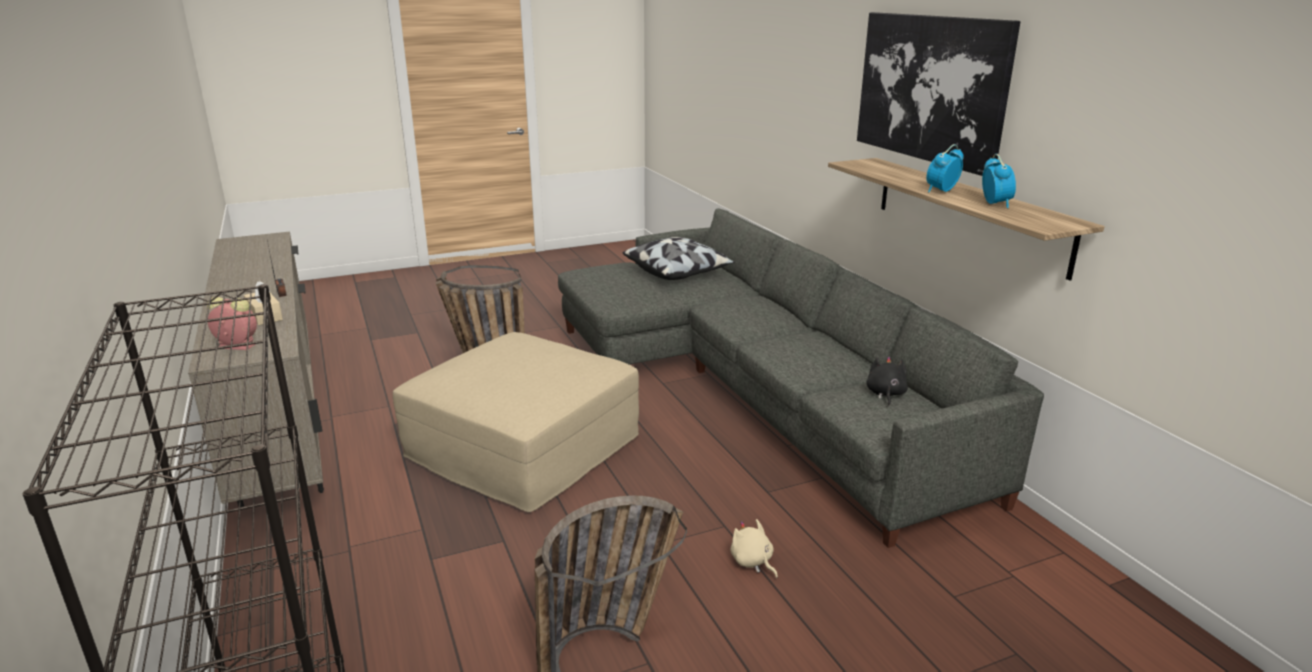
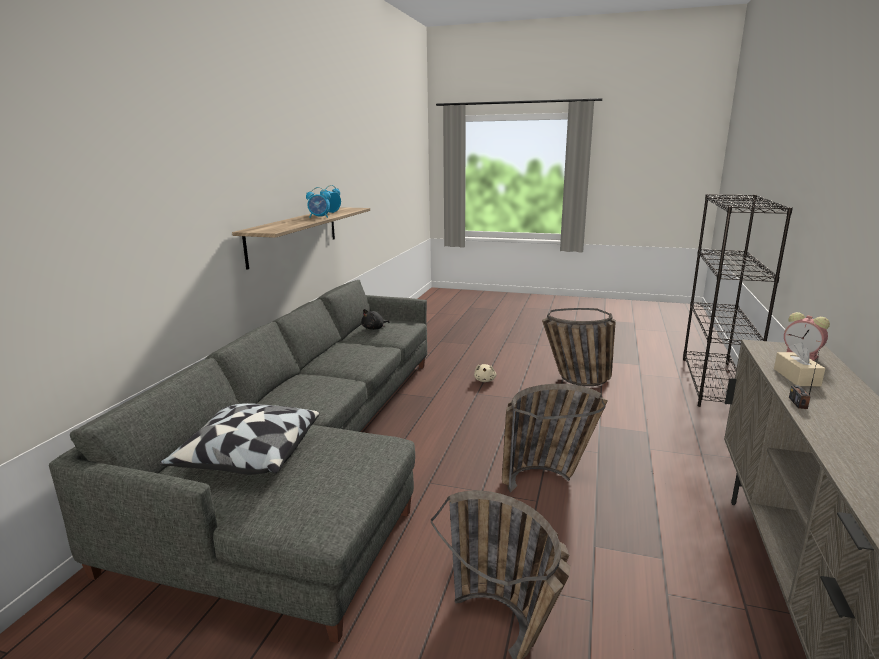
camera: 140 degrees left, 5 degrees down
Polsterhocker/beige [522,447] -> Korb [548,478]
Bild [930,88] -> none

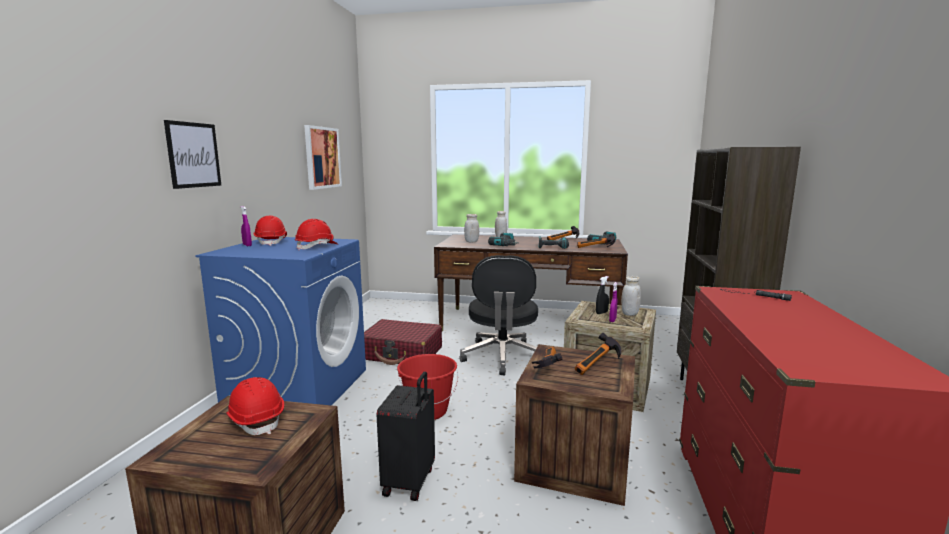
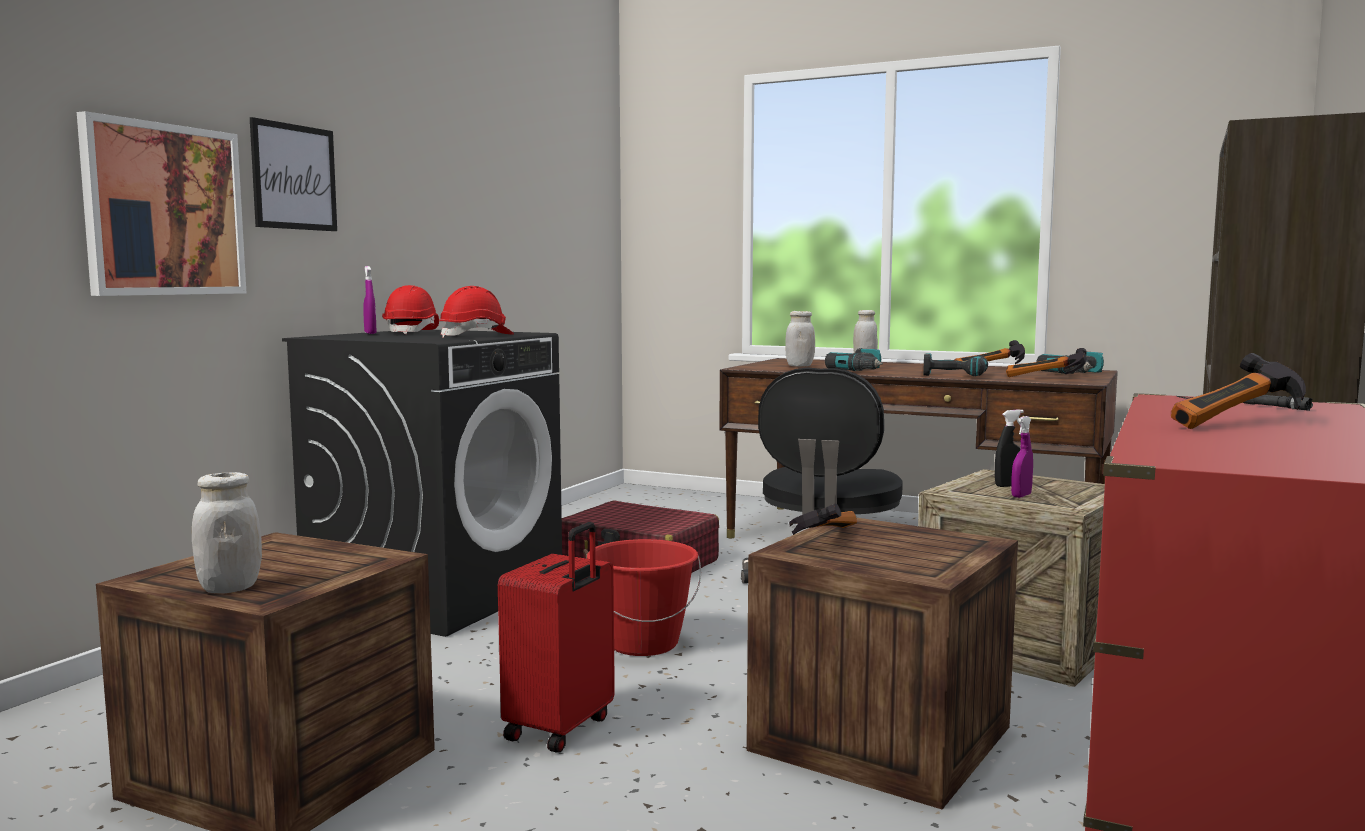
camera: 15 degrees right, 5 degrees down
Waschmaschine/blau [298,388] -> Waschmaschine/schwarz [437,593]
Schutzhelm/rot [256,420] -> none
Bild [322,157] -> Bild [164,210], relocated
Koffer/schwarz [410,482] -> Koffer/rot [561,729]
Hammer [599,366] -> Hammer [1241,424], relocated
Vorratsglas/weiß [629,313] -> Vorratsglas/weiß [230,588], relocated

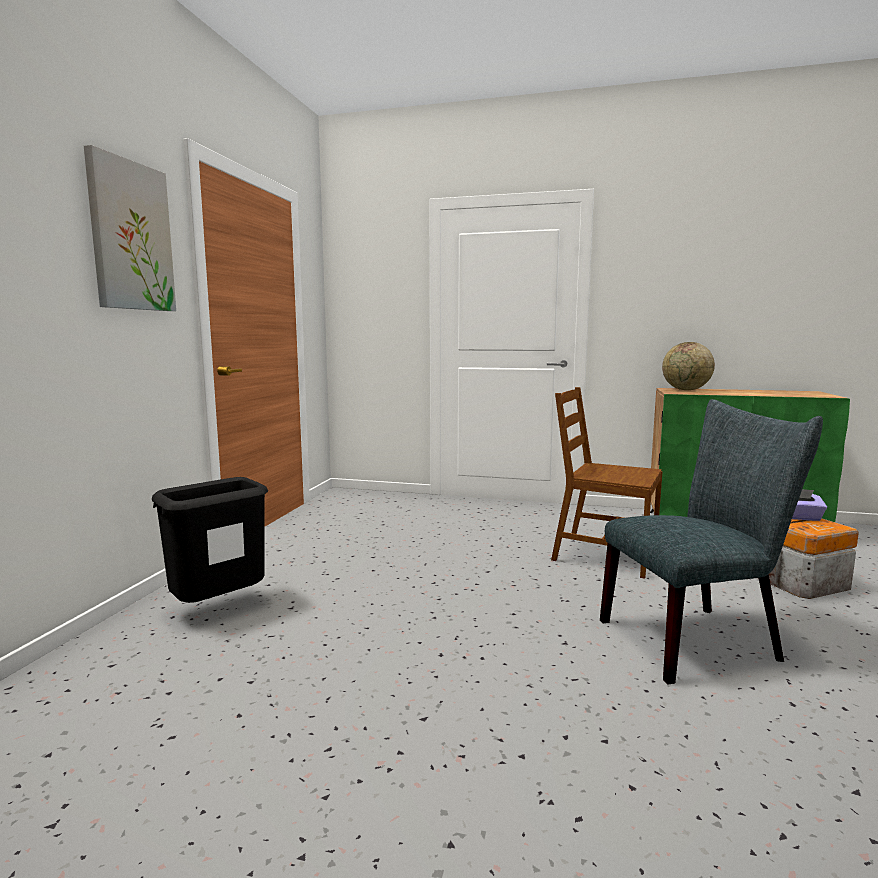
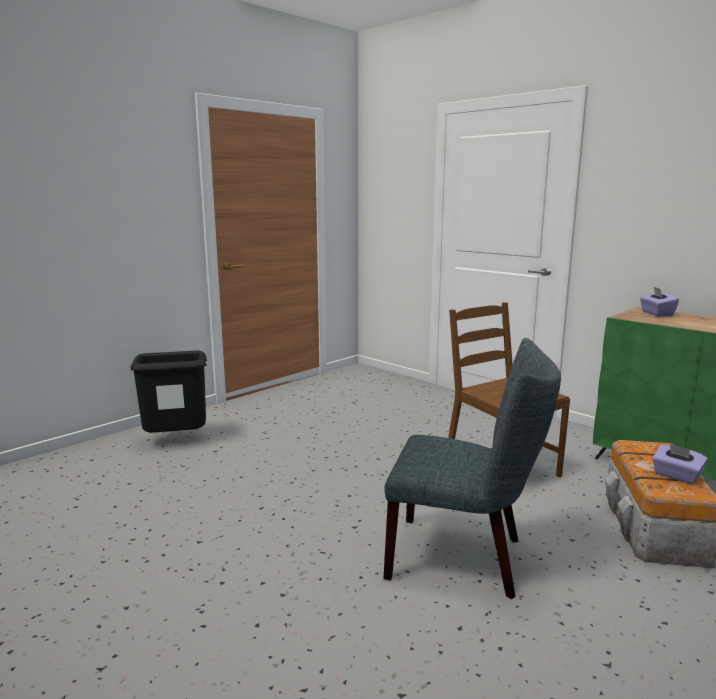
camera: 30 degrees right, 5 degrees up
Bild [130,236] -> none
Globus [686,390] -> Taschentuchbox/lila [656,313]

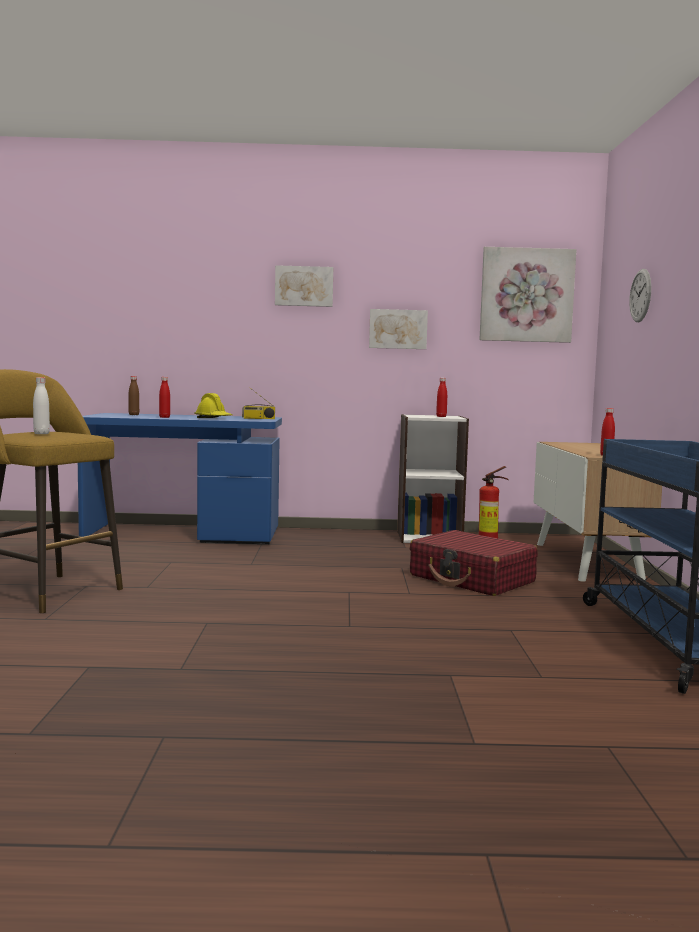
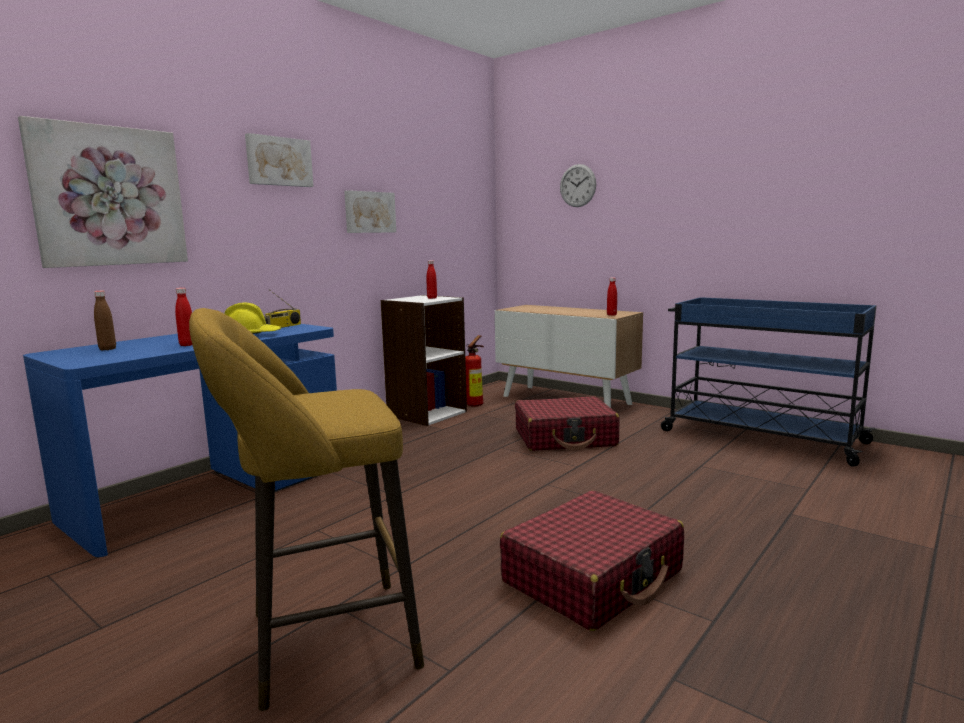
camera: 50 degrees left, 5 degrees up
Flasche/weiß [41,433] -> none
Bild [526,295] -> Bild [109,196], relocated
none -> Koffer/rot [593,577]

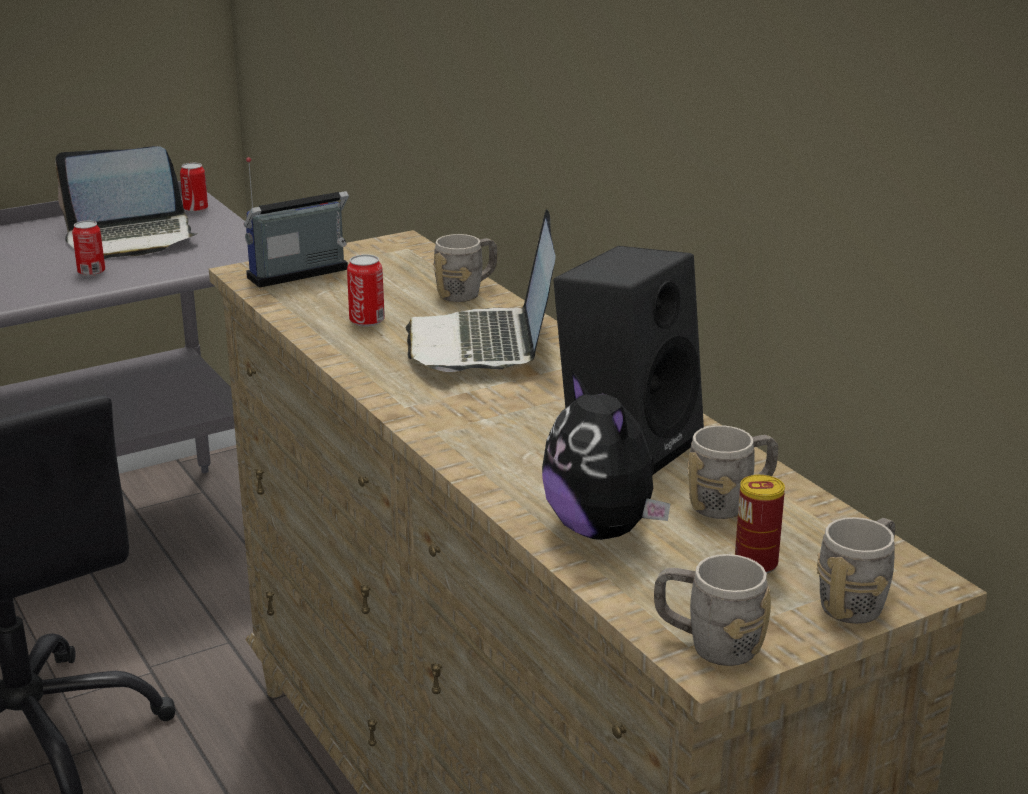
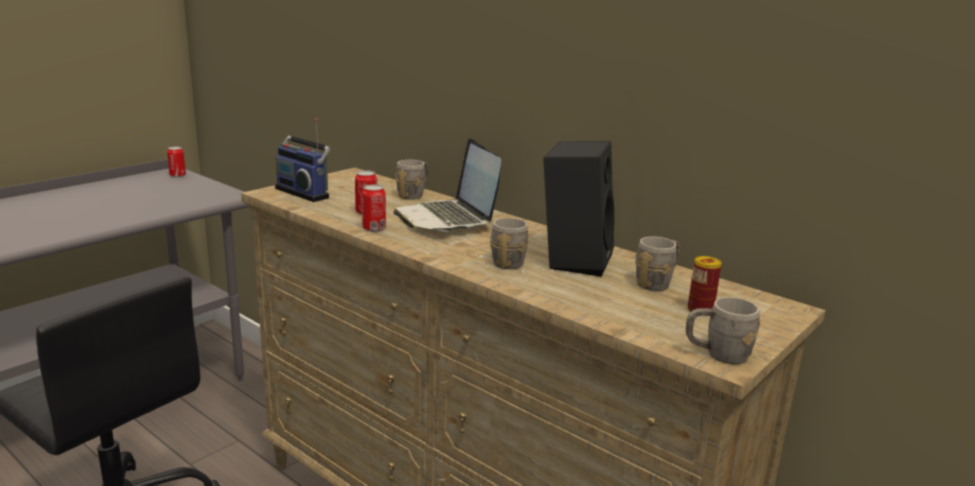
camera: 20 degrees left, 5 degrees down
Laptop [130,239] -> none
Dose [91,272] -> Dose [374,228], relocated
Radio [300,275] -> Radio [304,192], 90 degrees counterclockwise
Plüschtier [603,529] -> none
Henkelbecher/grau [858,601] -> Henkelbecher/grau [510,261], relocated

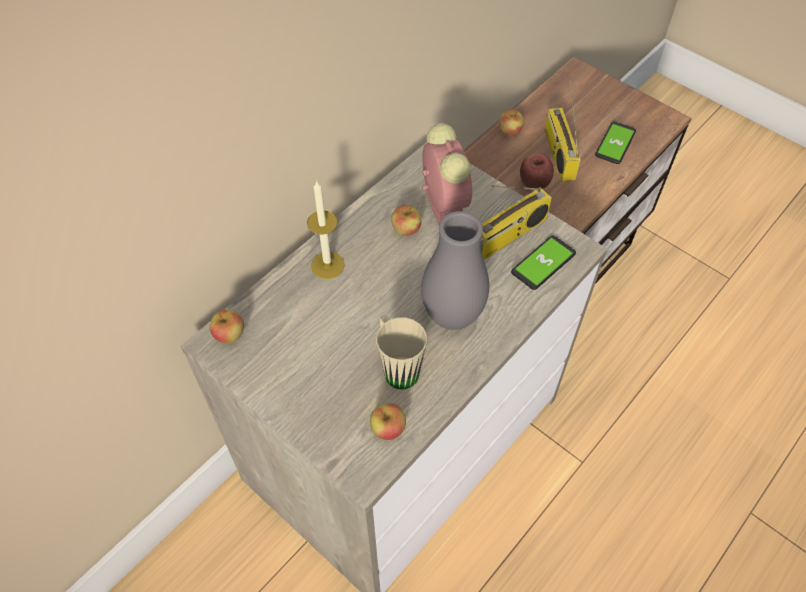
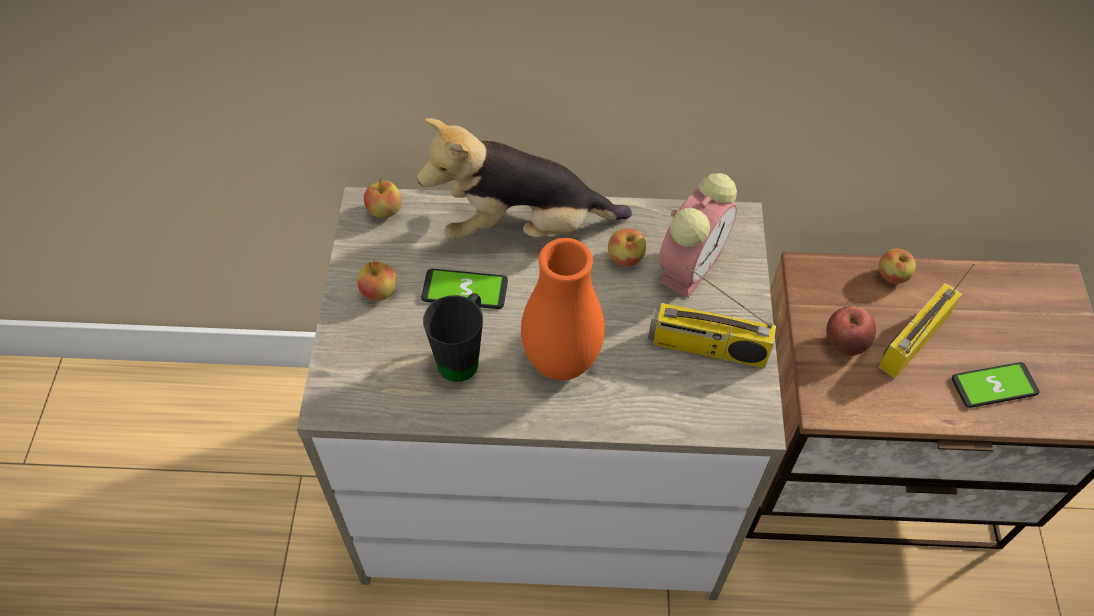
camera: 50 degrees right, 0 degrees up
Kerze [327,265] -> Plüschtier [523,227]
Apfel [388,429] -> Apfel [379,292], relocated
Henkelbecher/beige [397,366] -> Henkelbecher/schwarz [463,355]
Vase/grau [452,315] -> Vase/orange [561,362]
Handy [543,263] -> Handy [465,290], relocated

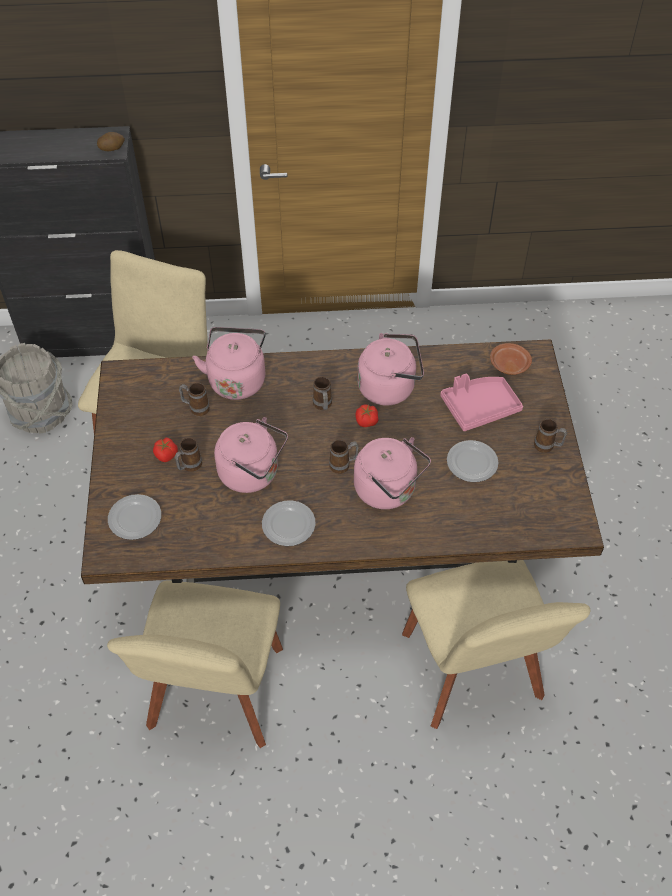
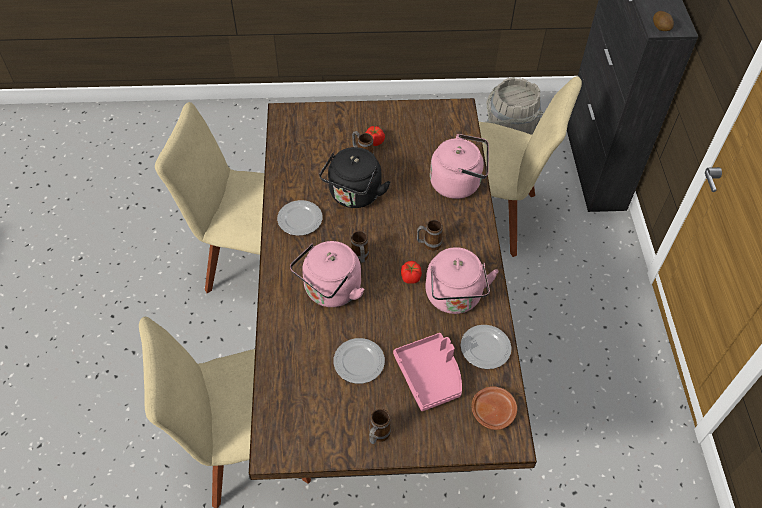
camera: 90 degrees right, 0 degrees up
Teller [135,518] -> Teller [486,348], relocated
Henkelbecher [196,408] -> none
Wasserkessel/rosa [253,473] -> Wasserkessel/schwarz [354,196]

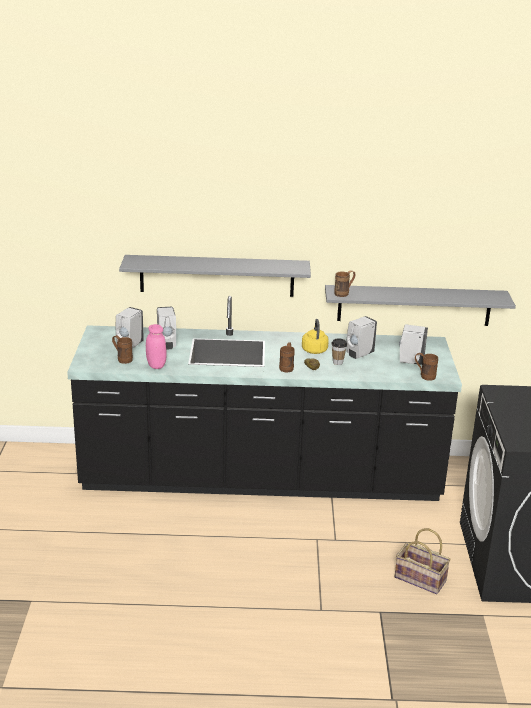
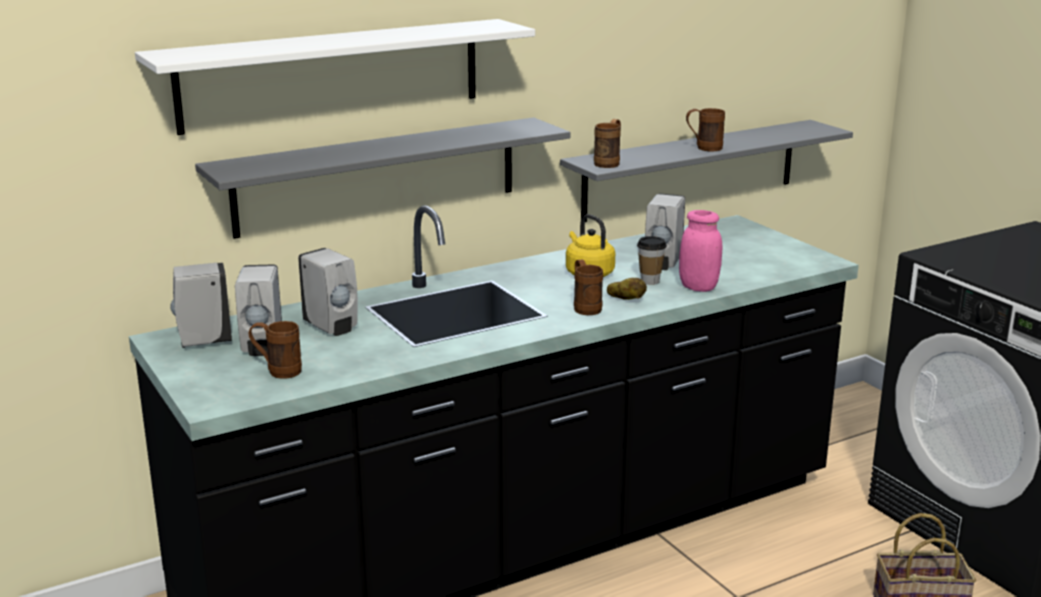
camera: 30 degrees left, 5 degrees down
Vorratsglas/rosa [156,365] -> Vorratsglas/rosa [698,287], relocated
Seifenspender/weiß [410,362] -> Seifenspender/weiß [203,342], relocated
Henkelbecher/braun [424,376] -> Henkelbecher/braun [703,148], relocated
none -> Wandregal/weiß [332,74]

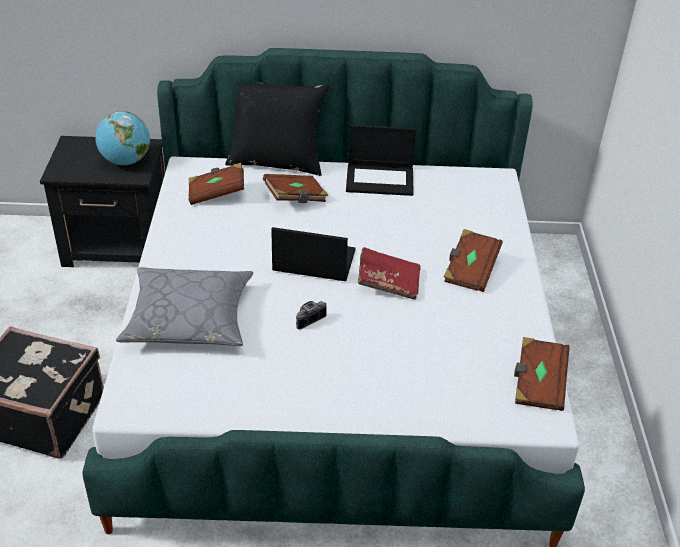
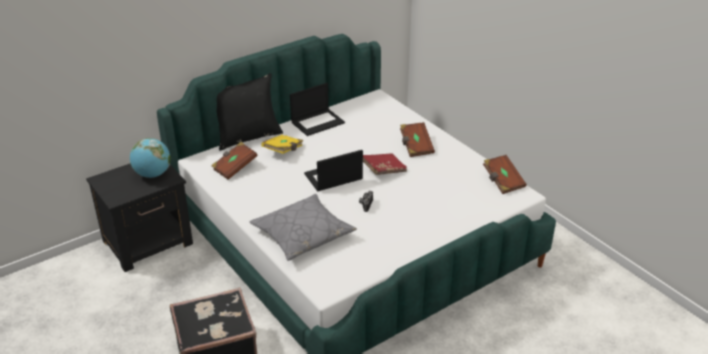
camera: 35 degrees left, 5 degrees down
Buch/braun [295,198] -> Buch/gelb [283,151]

